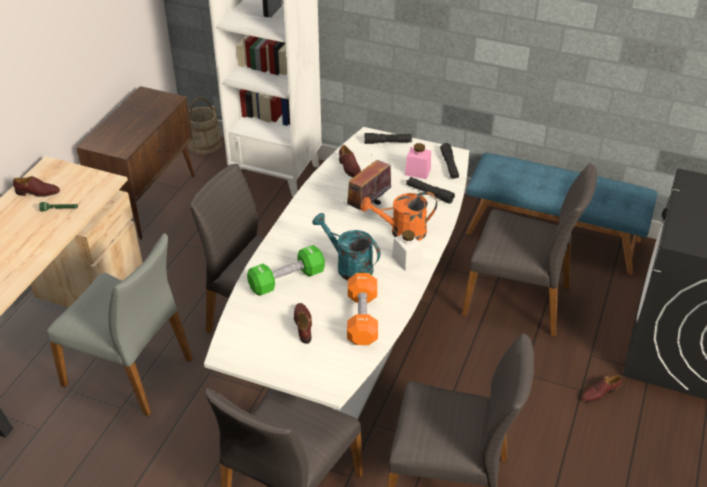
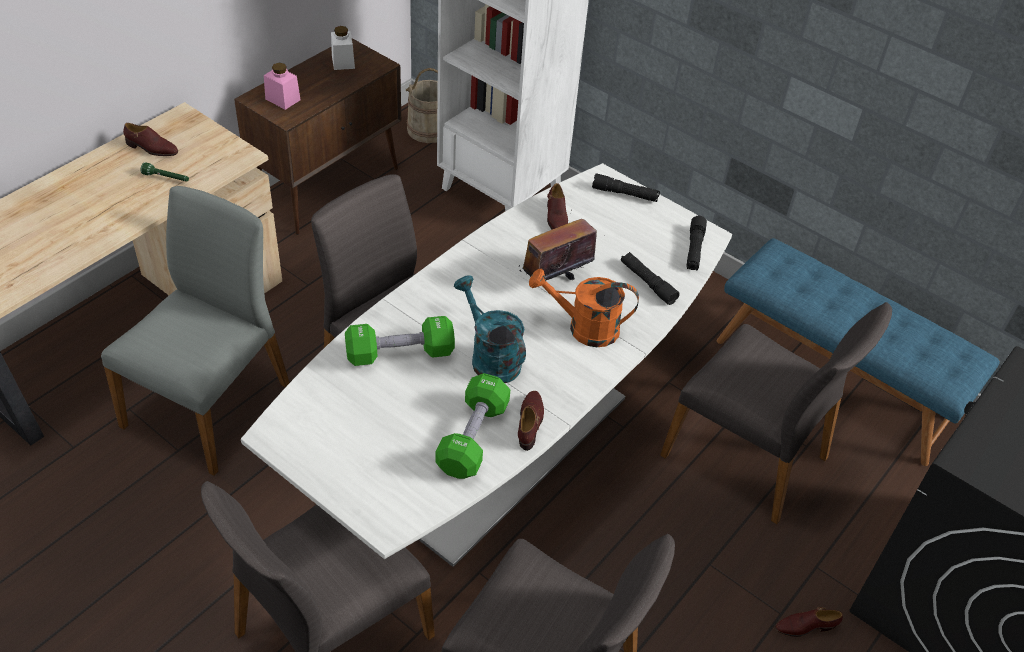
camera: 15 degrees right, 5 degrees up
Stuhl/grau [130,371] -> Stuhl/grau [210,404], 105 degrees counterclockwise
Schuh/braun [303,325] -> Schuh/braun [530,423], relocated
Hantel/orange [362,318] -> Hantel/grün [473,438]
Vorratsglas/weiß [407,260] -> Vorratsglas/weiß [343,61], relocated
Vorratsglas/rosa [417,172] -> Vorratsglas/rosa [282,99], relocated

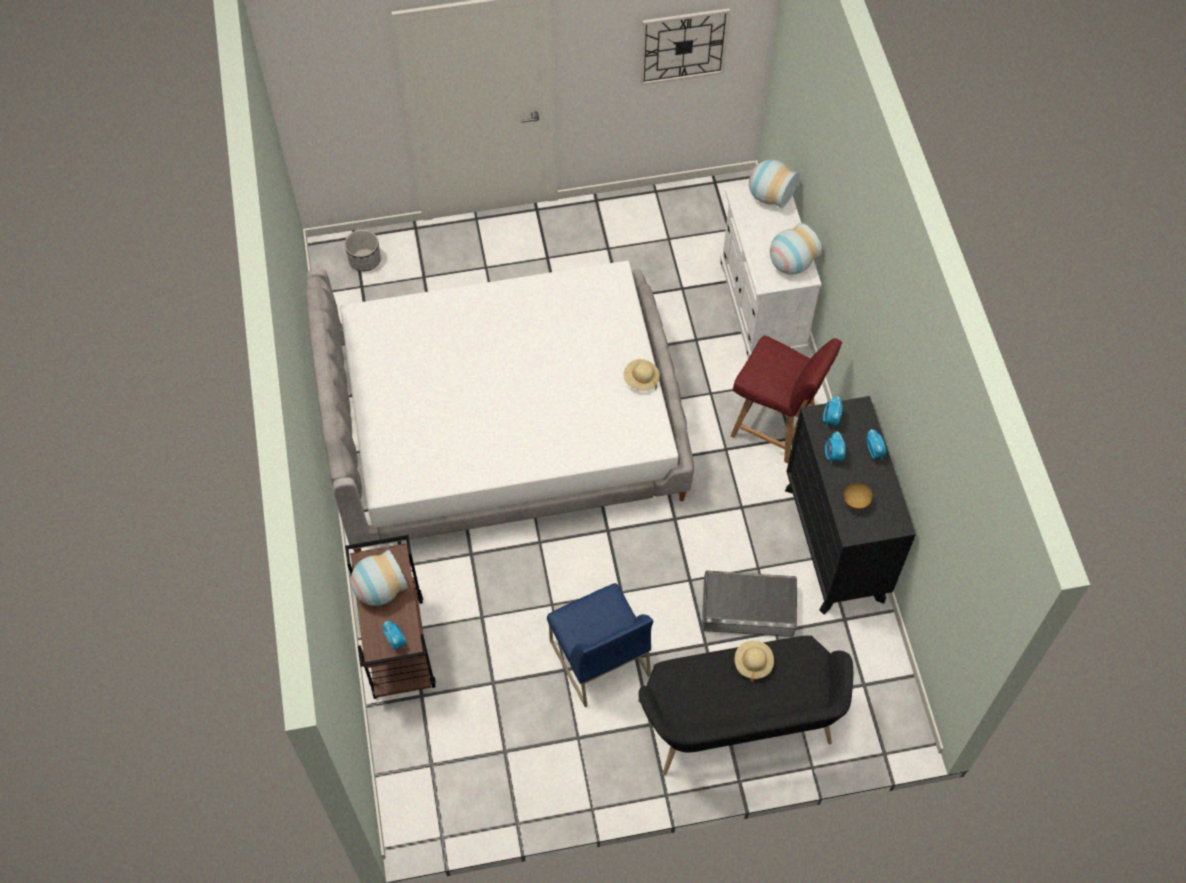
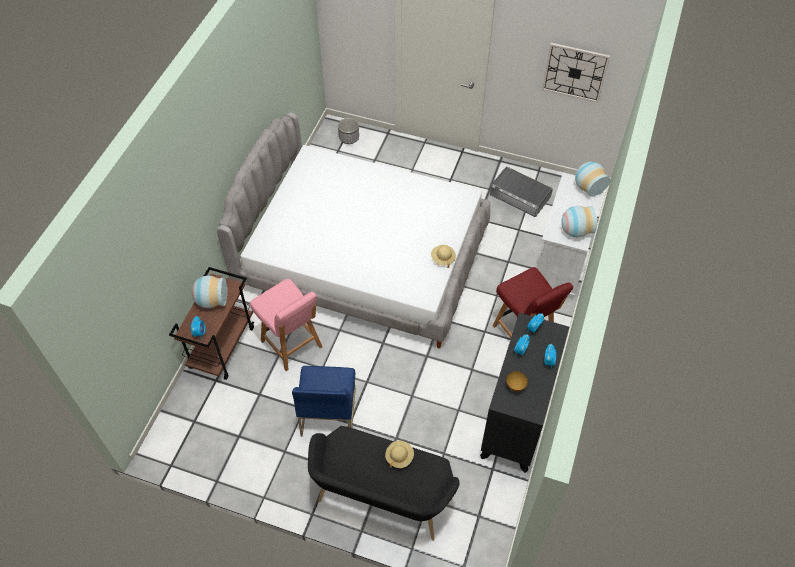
camera: 30 degrees right, 5 degrees down
Aufbewahrungsbox/grau [748,607] -> Aufbewahrungsbox/grau [520,195], relocated
none -> Stuhl/rosa [292,345]

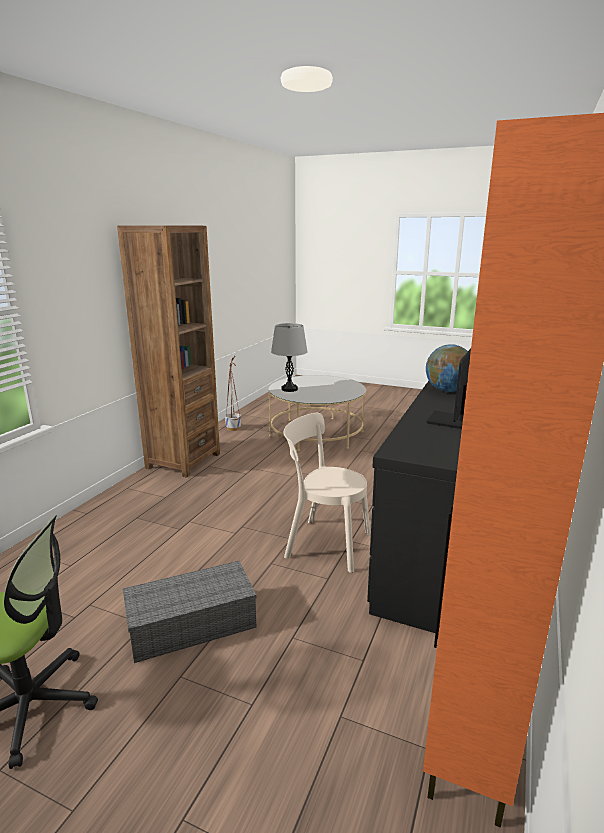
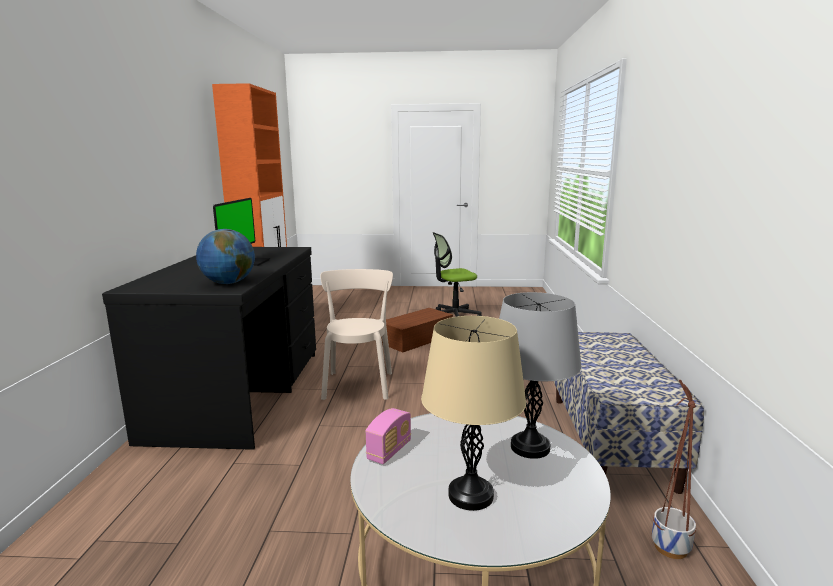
camera: 160 degrees right, 5 degrees down
Bücherregal/braun [183,461] -> Bank [610,440]
Aufbewahrungsbox/grau [190,625] -> Aufbewahrungsbox/braun [417,339]
Stuhl/beige [324,544] -> Stuhl/beige [358,383], 90 degrees counterclockwise
none -> Radio [389,451]
none -> Tischlampe/beige [471,495]

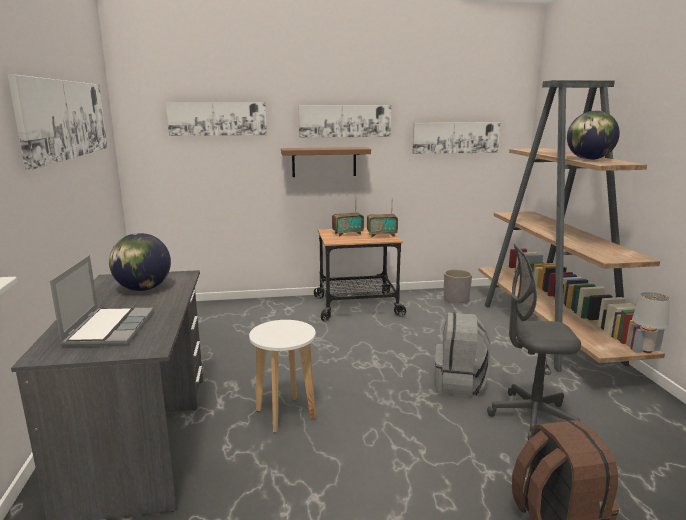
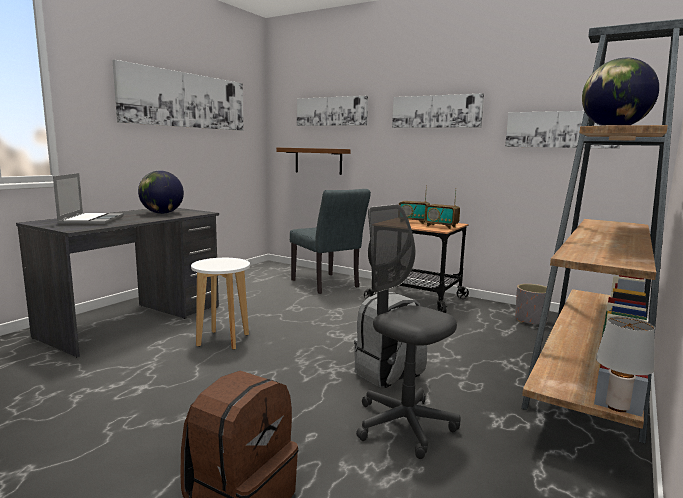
camera: 40 degrees right, 5 degrees down
Laptop [109,328] -> Laptop [91,220], 45 degrees counterclockwise
Wandregal/braun [324,162] -> Wandregal/braun [318,161], relocated
none -> Stuhl/grau [327,285]

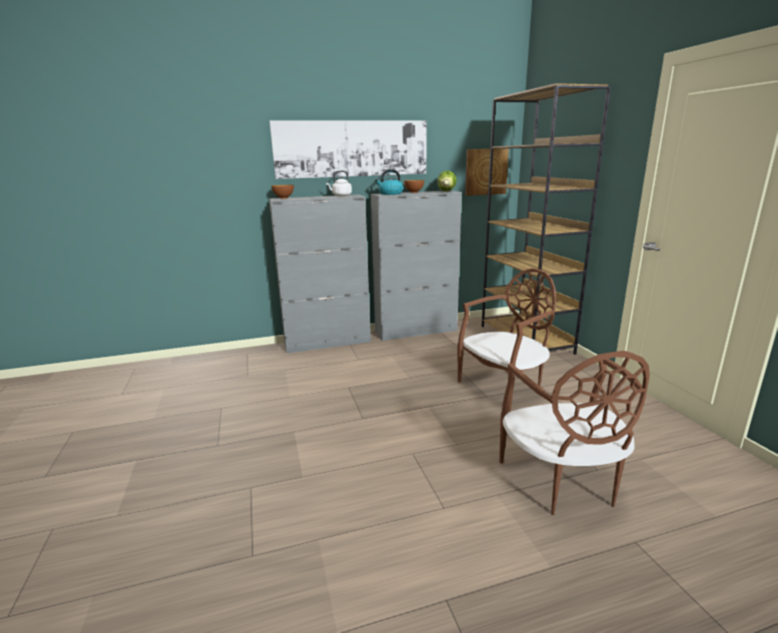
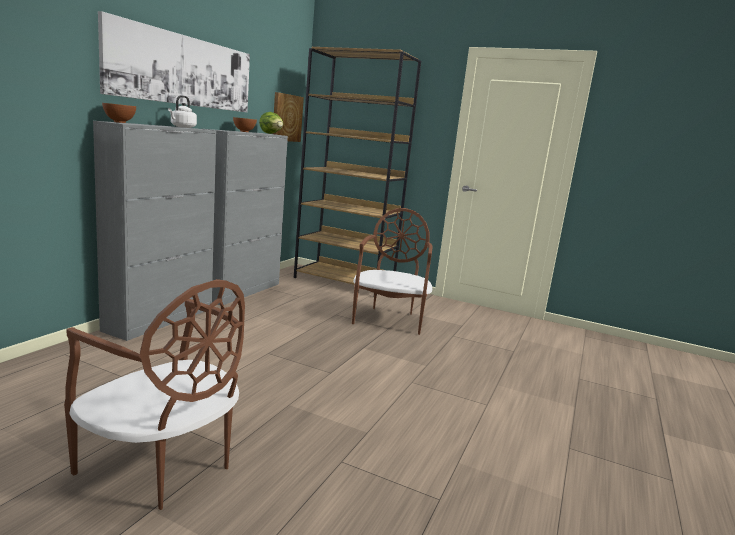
camera: 50 degrees left, 5 degrees down
Wasserkessel [390,194] -> none
Stuhl/braun [562,482] -> Stuhl/braun [163,466], relocated

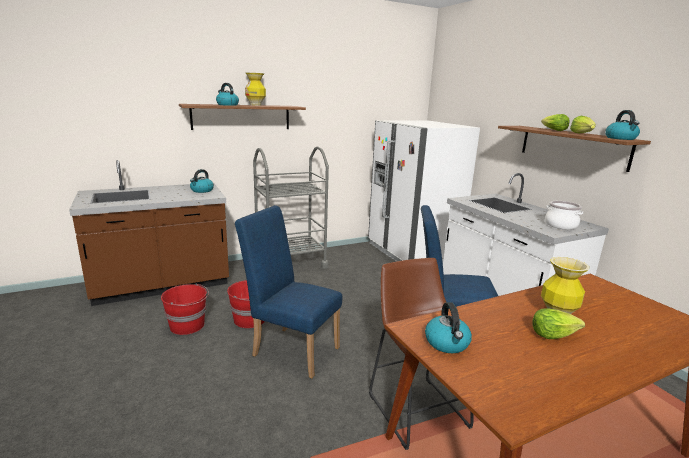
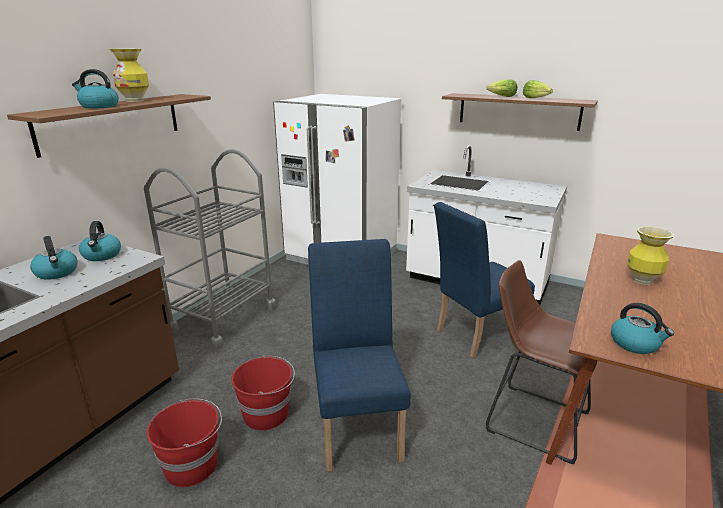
camera: 35 degrees left, 5 degrees up
Stuhl/blau [291,348] -> Stuhl/blau [358,424], 90 degrees clockwise
Salatkopf [553,334] -> none
Kochtopf [560,225] -> none
Wasserkessel [621,138] -> Wasserkessel [57,273], relocated

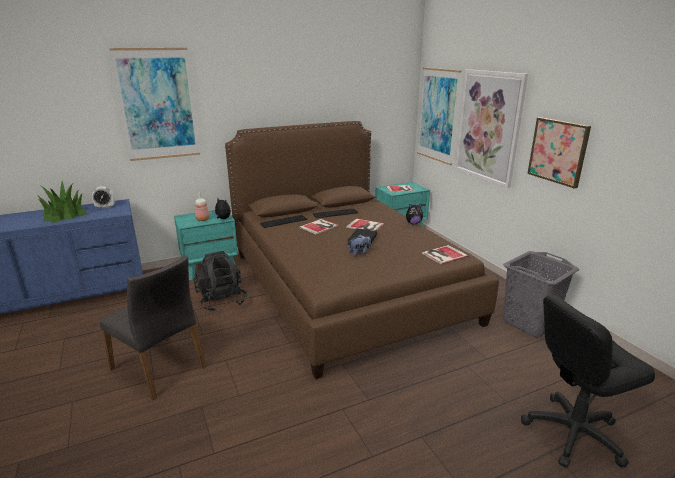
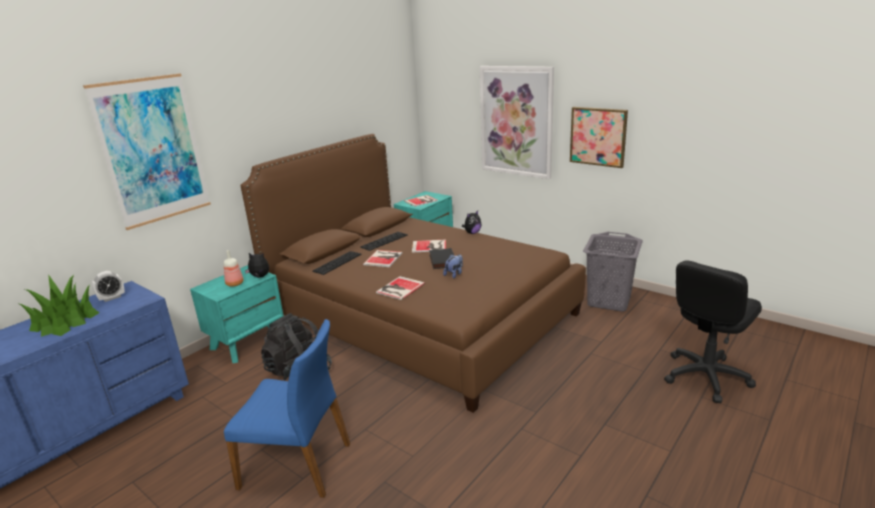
camera: 25 degrees left, 0 degrees up
Stuhl/grau [160,367] -> Stuhl/blau [298,464]
Bild [438,115] -> none
Buch [443,254] -> Buch [399,288], relocated

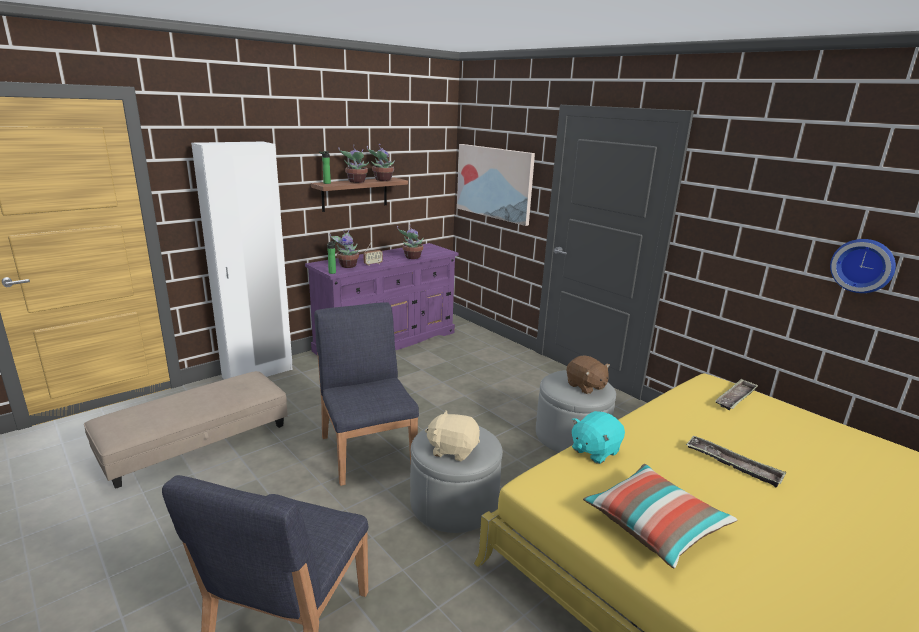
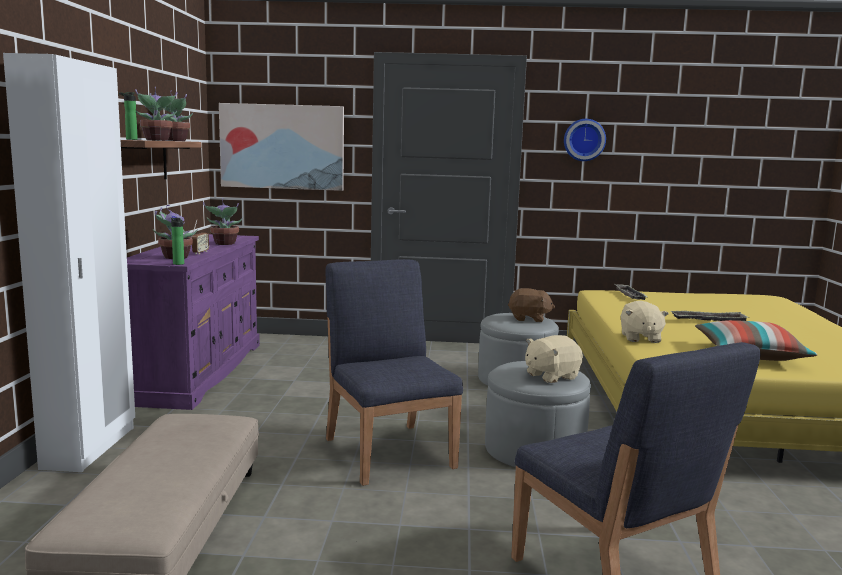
camera: 45 degrees left, 10 degrees down
Stuhl/blau [368,450] -> Stuhl/blau [389,452], 45 degrees clockwise
Plüschtier/türkis [594,450] -> Plüschtier/beige [640,338]
Wanduhr [863,265] -> Wanduhr [584,140], relocated

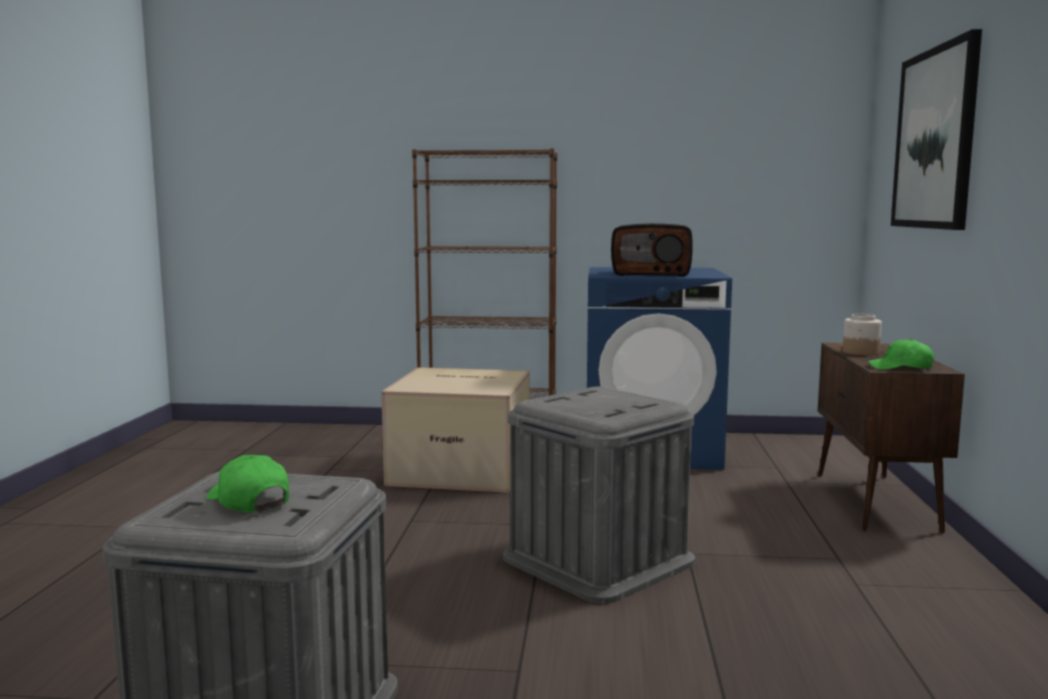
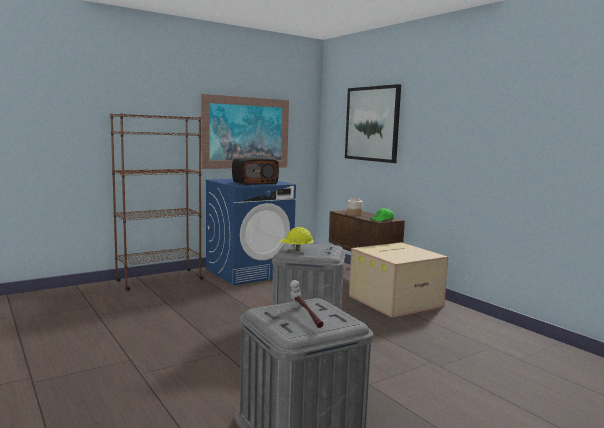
camera: 40 degrees left, 0 degrees up
Kappe/grün [248,501] -> Hammer [305,317]
Karton [463,469] -> Karton [395,300], relocated
none -> Bild [246,133]
none -> Schutzhelm/gelb [296,250]

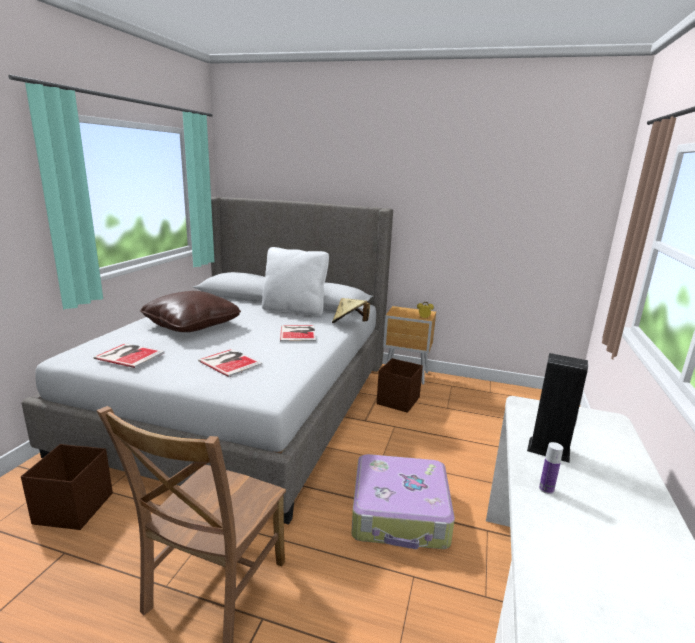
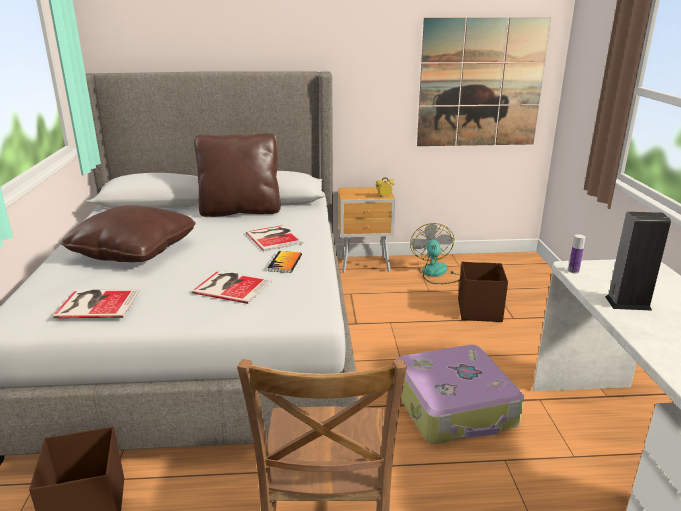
camera: 20 degrees left, 5 degrees up
Kissen/weiß [294,310] -> Kissen/braun [240,211]
Hut/beige [349,324] -> none
Aufbewahrungsbox/braun [397,401] -> Aufbewahrungsbox/braun [479,311], relocated
Flasche [546,489] -> Flasche [573,271], relocated
none -> Buch [285,263]
none -> Ventilator [436,274]
none -> Bild [480,84]

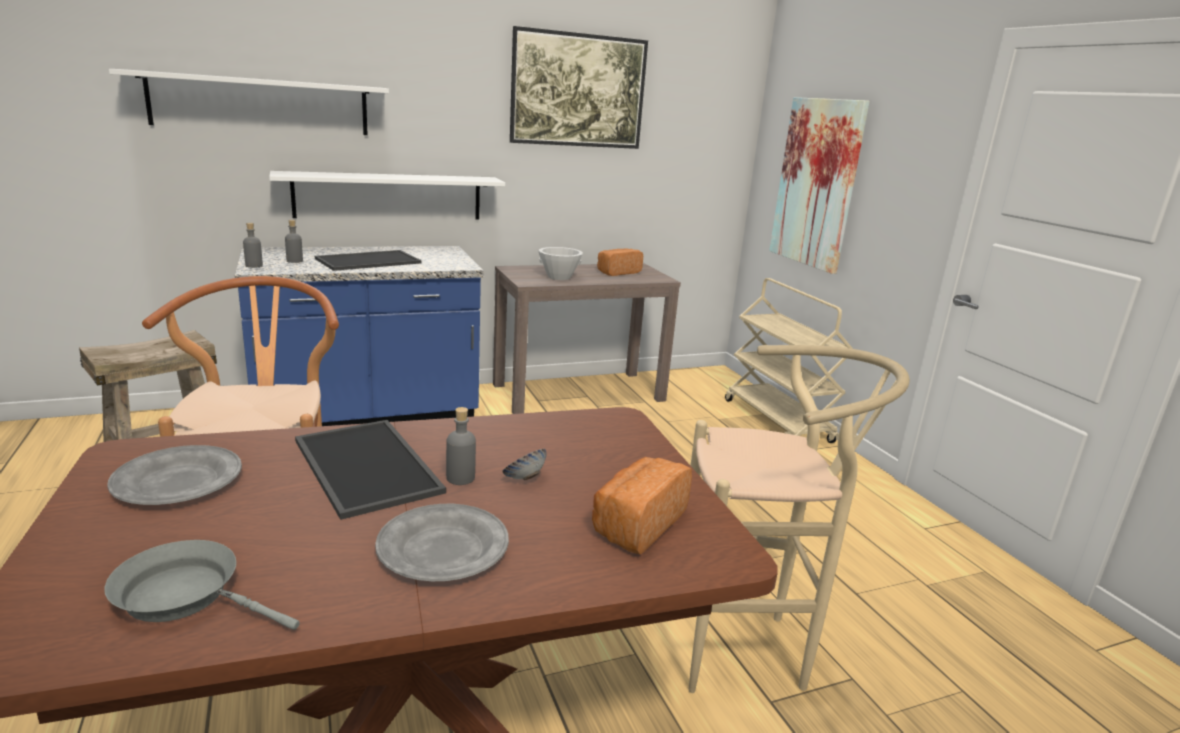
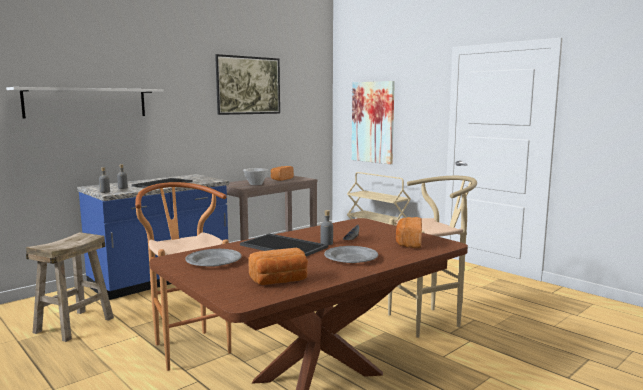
camera: 20 degrees left, 10 degrees down
Pfanne/grau [186,596] -> Brot [280,281]
Wandregal/weiß [389,196] -> none

